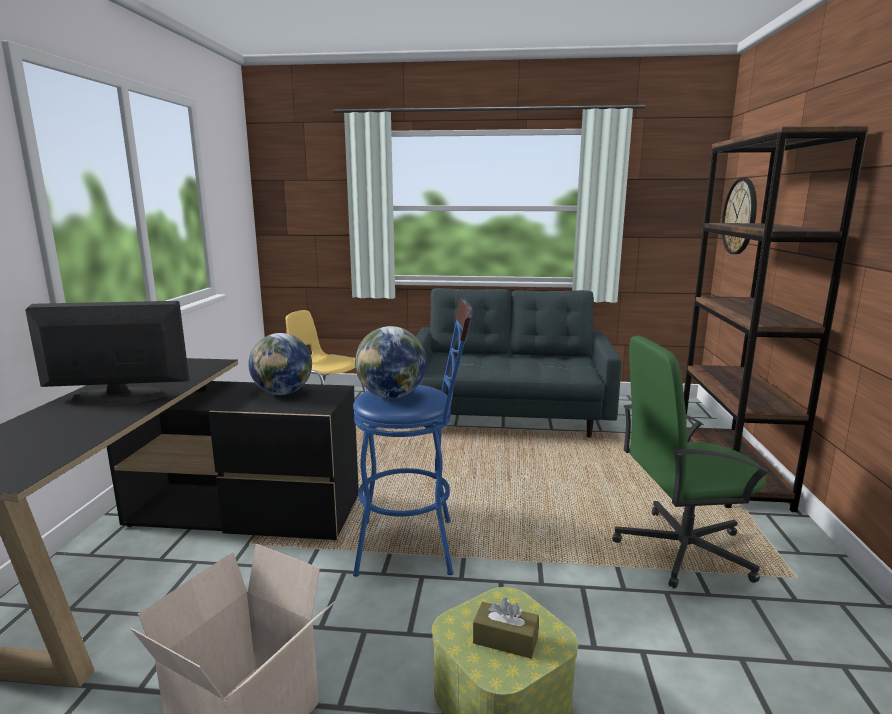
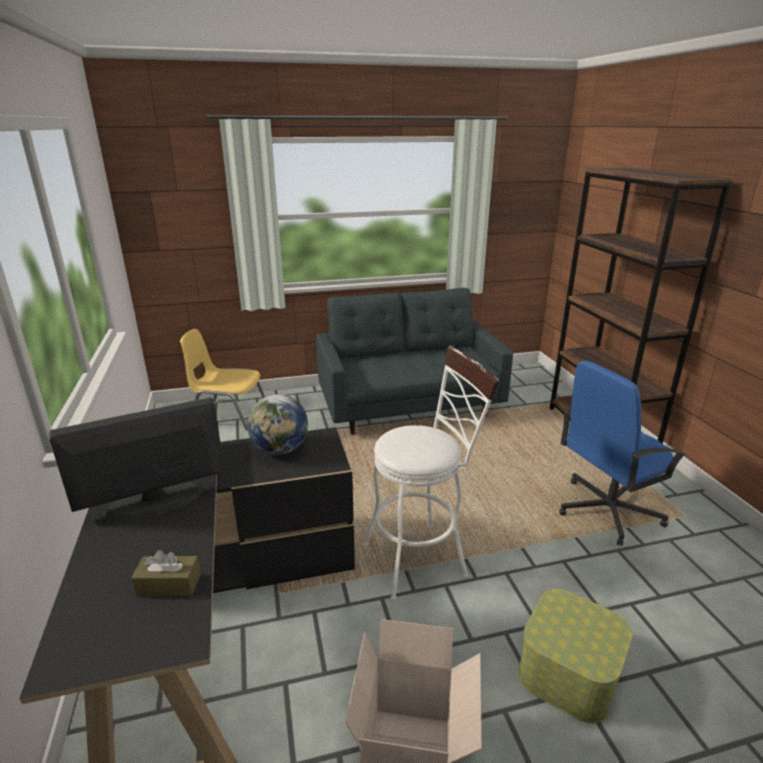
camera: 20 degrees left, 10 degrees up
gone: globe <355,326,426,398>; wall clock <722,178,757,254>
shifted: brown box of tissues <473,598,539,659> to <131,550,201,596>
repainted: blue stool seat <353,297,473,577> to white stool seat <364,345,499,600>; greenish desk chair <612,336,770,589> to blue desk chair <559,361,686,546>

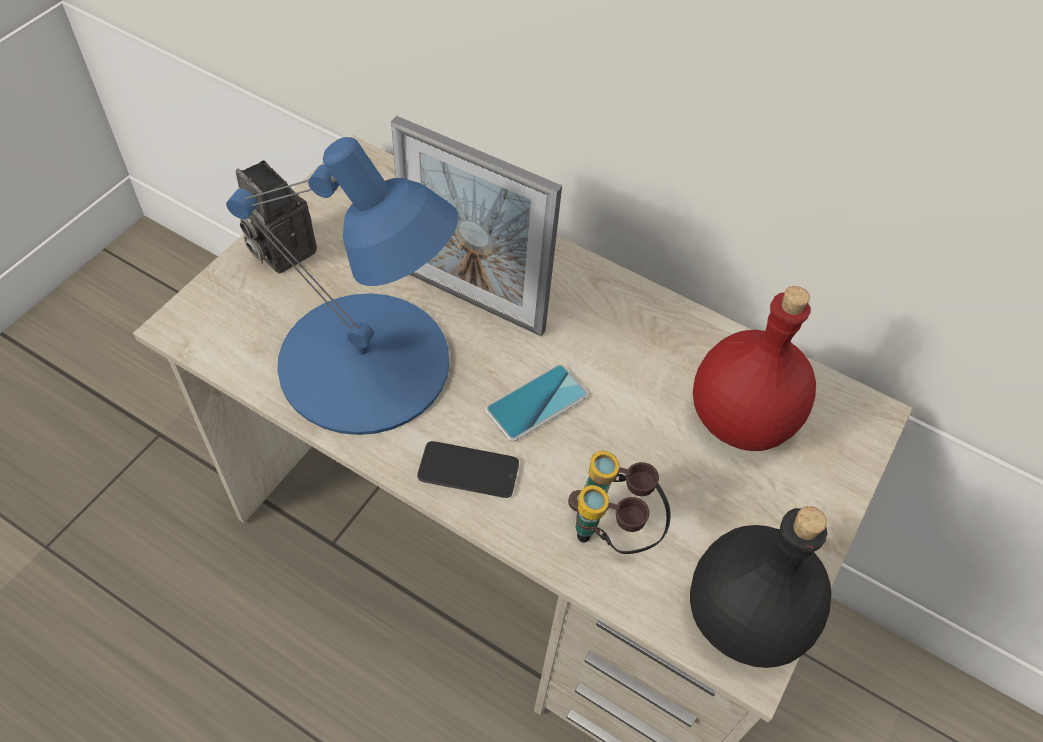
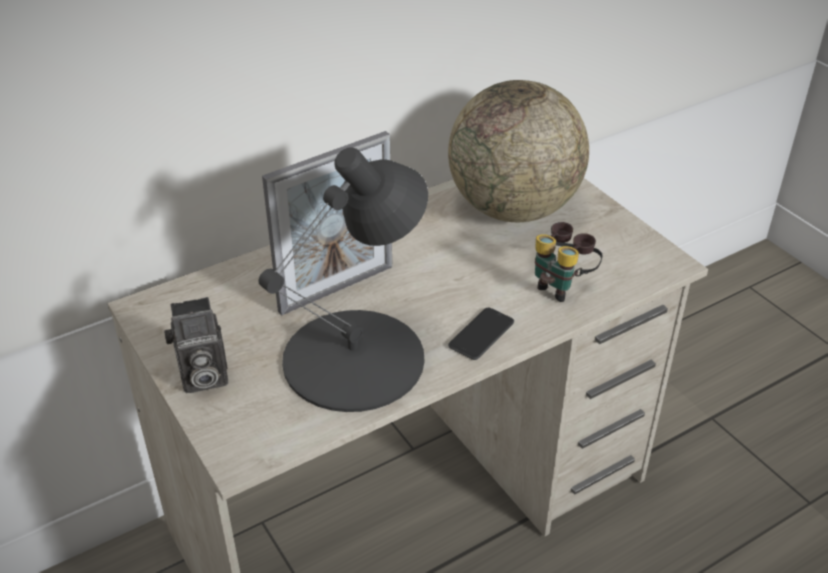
camera: 60 degrees left, 15 degrees down
gone: telephone <485,364,588,442>; black beverage bottle <690,506,831,668>
swapped: red-coloured beverage bottle <693,286,816,451> to globe <448,80,589,222>
repainted: blue tabletop lamp <226,137,458,435> to black tabletop lamp <258,147,428,412>

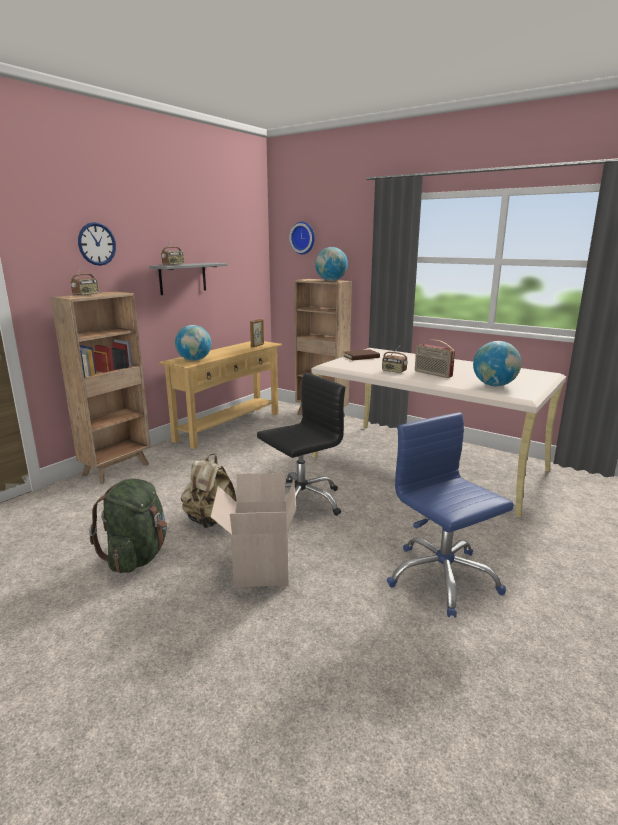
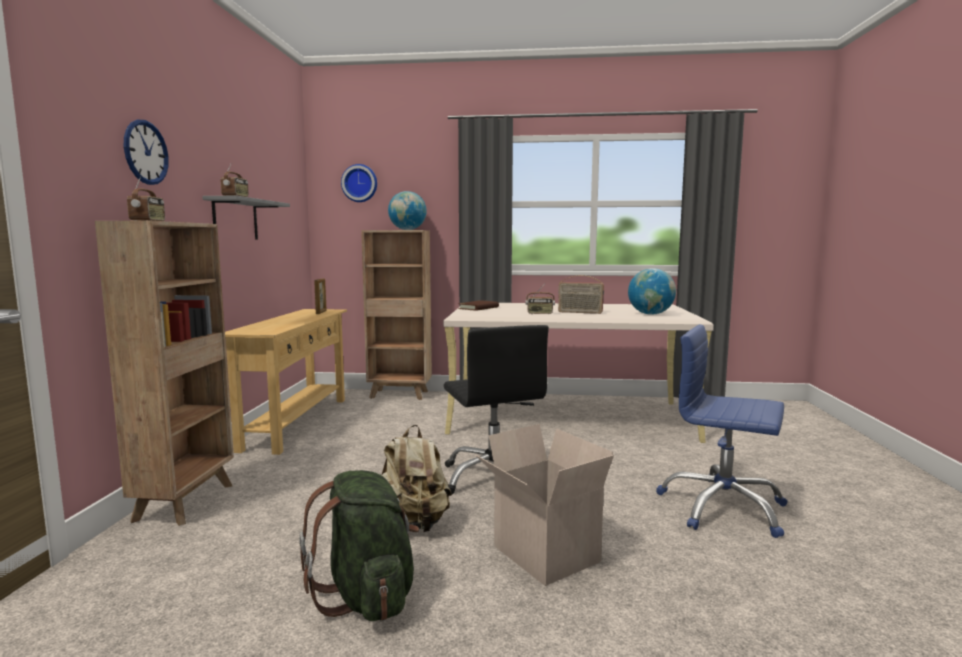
camera: 30 degrees left, 10 degrees down
gone: globe <175,325,211,361>
rotated: black desk chair <257,373,345,516> = <444,325,549,494> 135 degrees clockwise

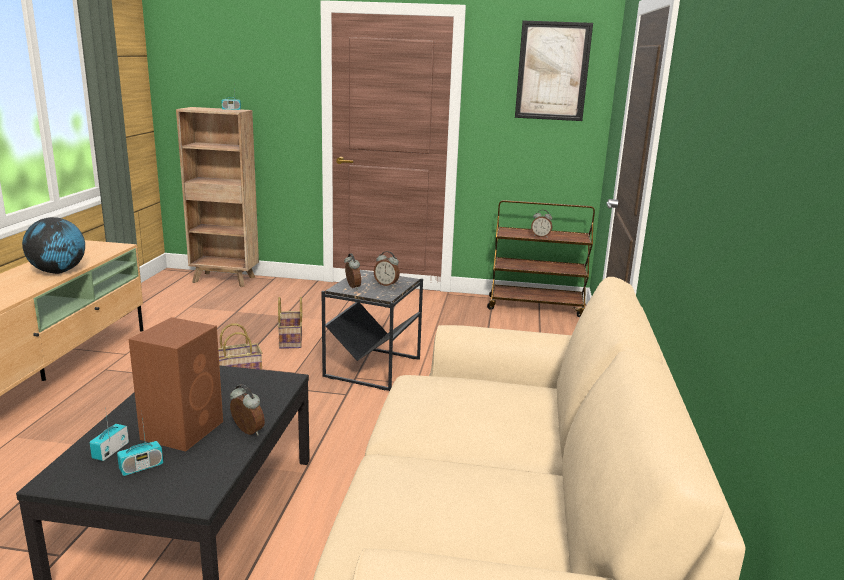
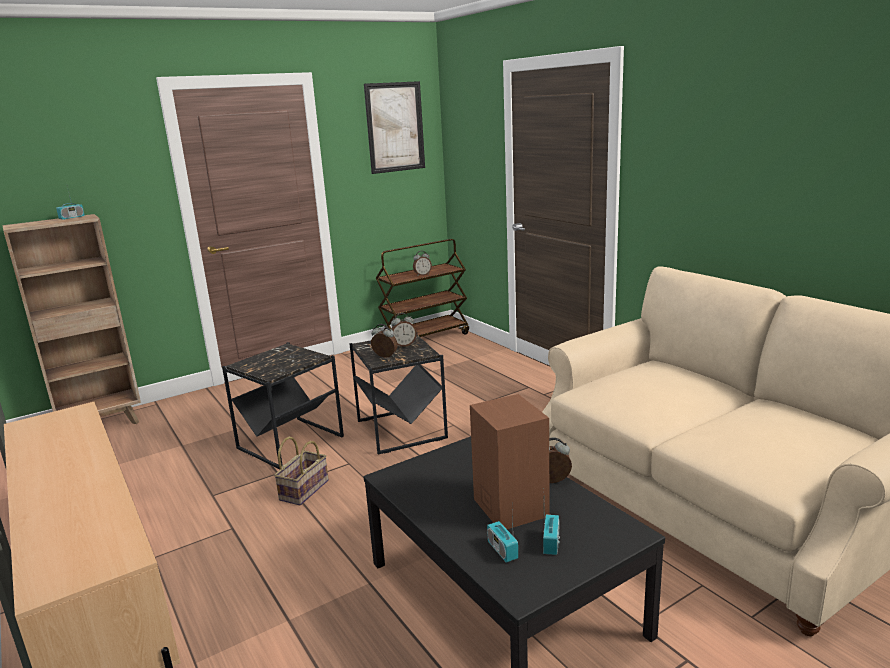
camera: 40 degrees left, 0 degrees up
gone: globe <22,217,85,274>
swapped: basket <278,297,303,349> to black side table <222,342,344,469>

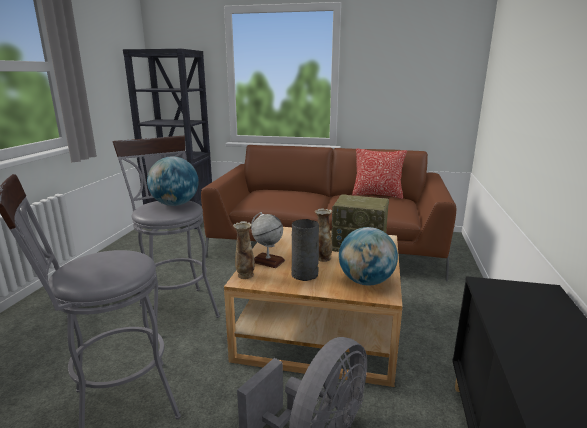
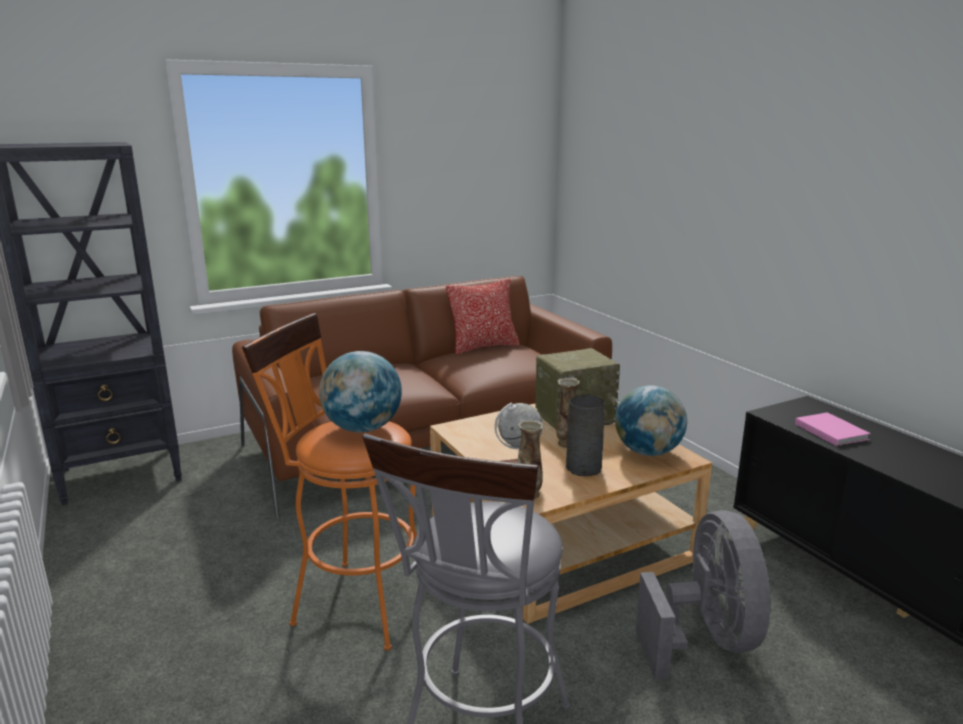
camera: 40 degrees left, 0 degrees up
new: pink-coloured volume <795,412,871,446>
repainted: greyish stool seat <113,136,220,320> to orange-coloured stool seat <242,313,417,651>

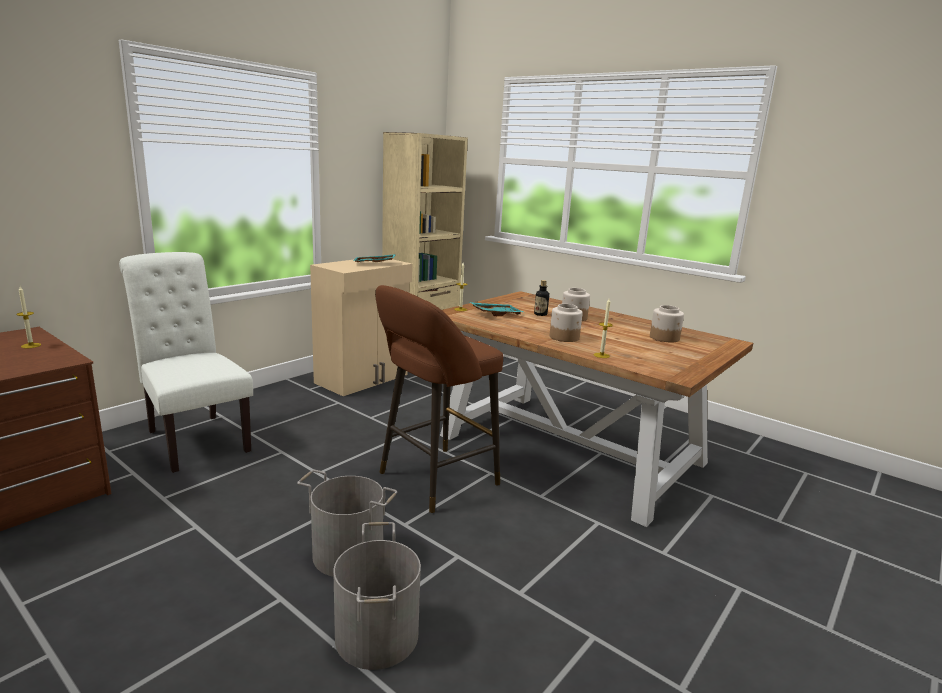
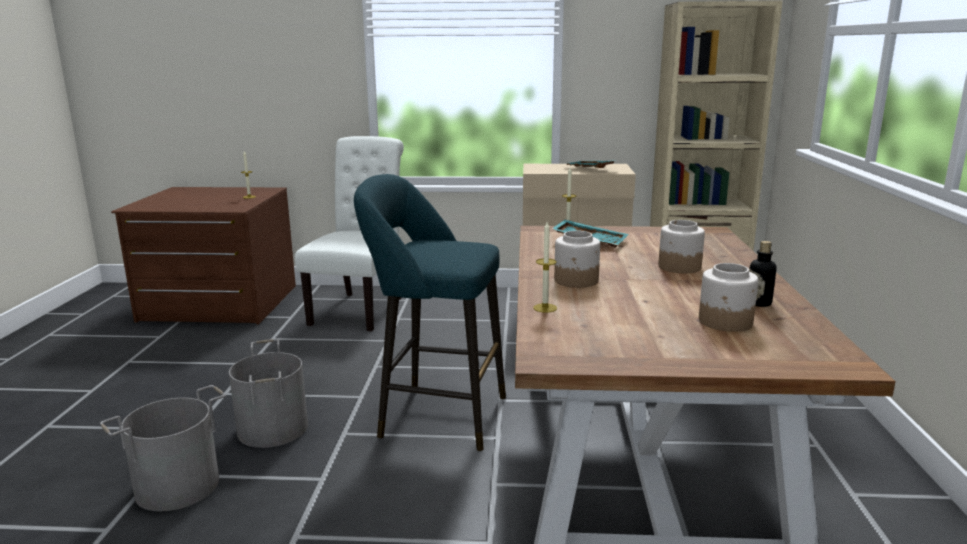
camera: 55 degrees right, 0 degrees up
shifted: beverage bottle <534,280,549,316> to <749,241,777,307>
repainted: brown stool seat <375,285,503,513> to blue-green stool seat <354,174,506,451>

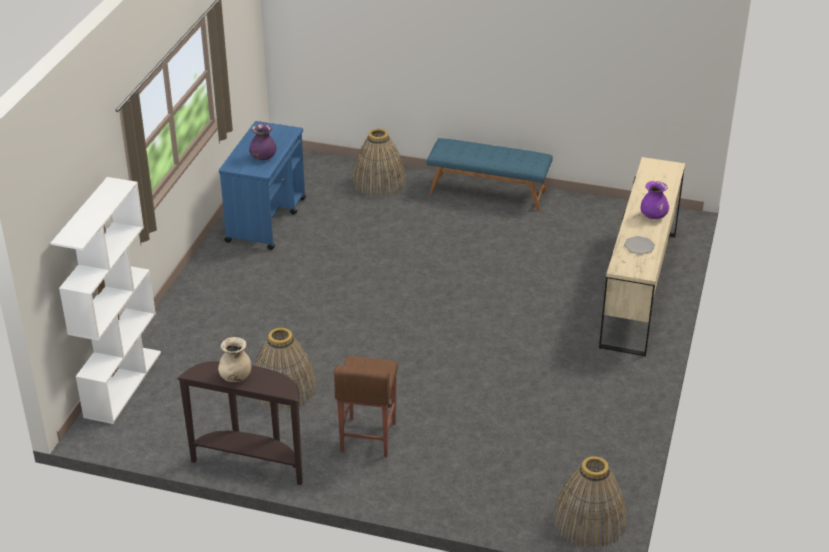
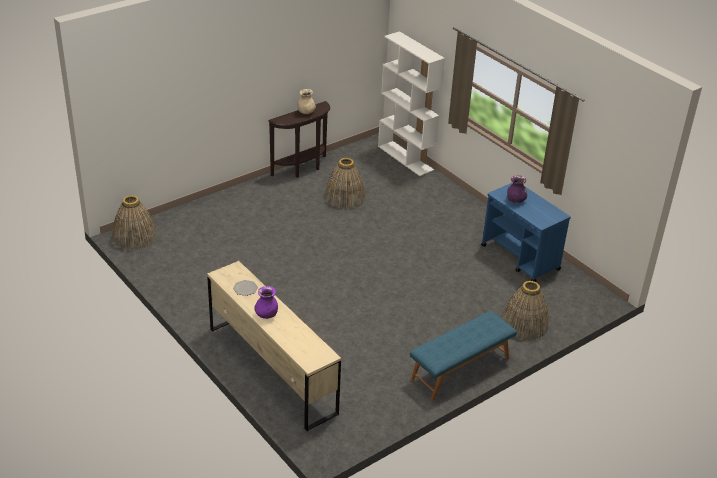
camera: 125 degrees right, 0 degrees up
gone: brown stool seat <334,356,398,458>

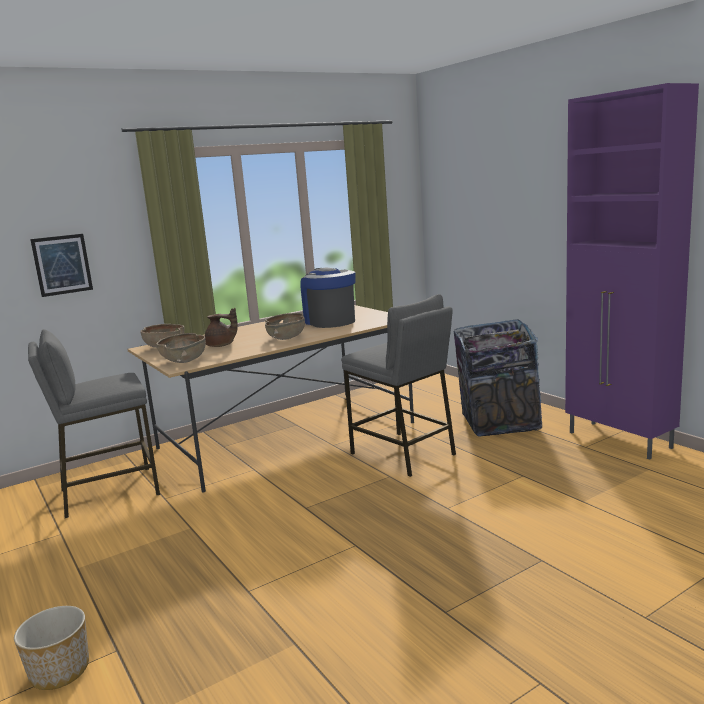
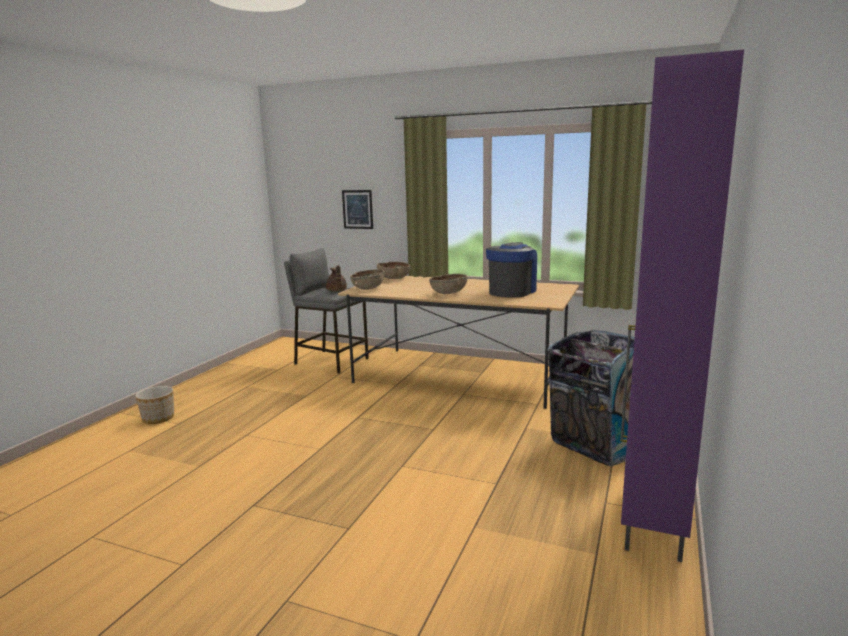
camera: 55 degrees right, 0 degrees up
gone: greyish stool seat <341,294,456,477>
shifted: brown pot for tea <205,308,238,347> to <326,265,347,292>

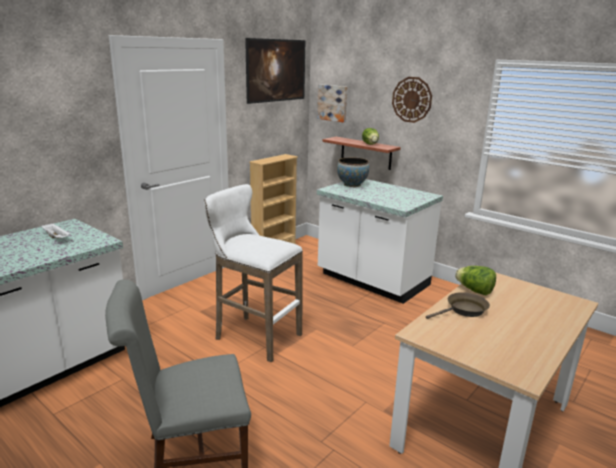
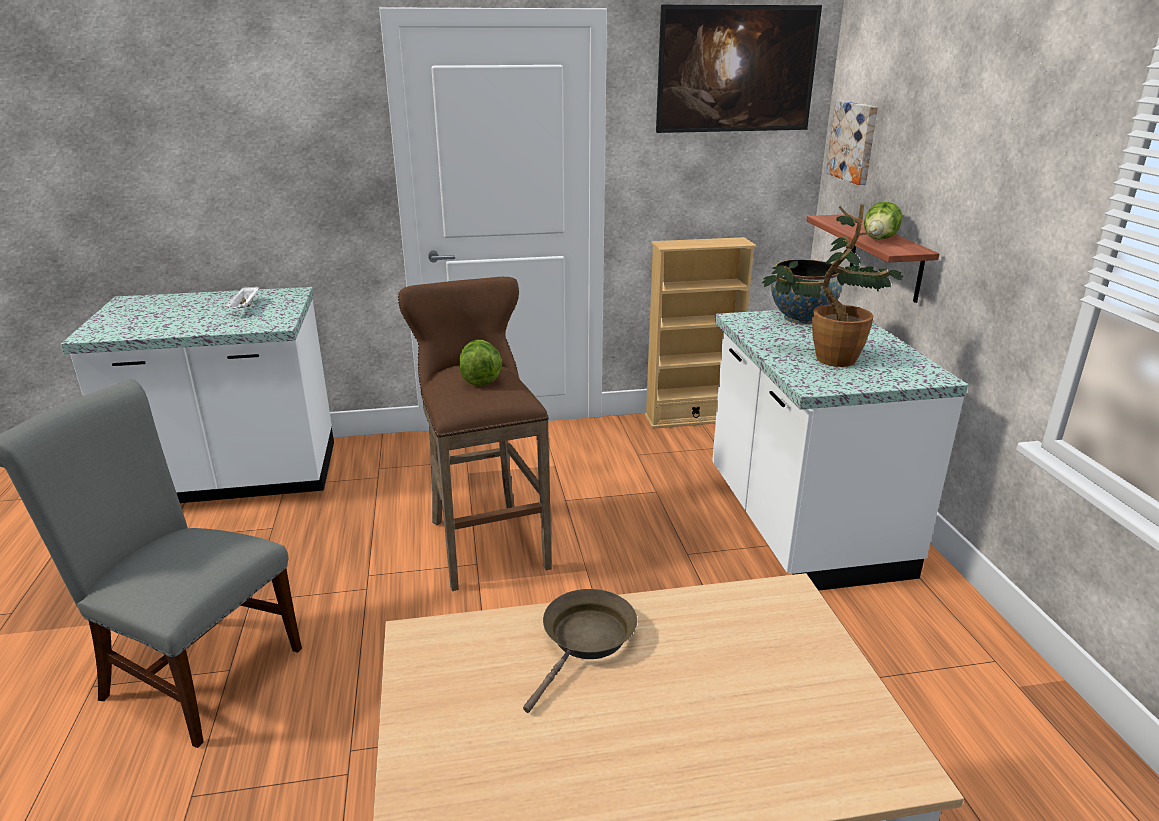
camera: 40 degrees right, 5 degrees up
gone: wall clock <392,77,432,123>
new: potted plant <762,204,903,367>
shifted: head of lettuce <455,266,496,296> to <459,340,502,386>
repainted: white stool seat <204,184,303,362> to brown stool seat <398,277,552,591>
rotated: brown frying pan <426,292,490,319> = <523,589,637,713> 75 degrees counterclockwise

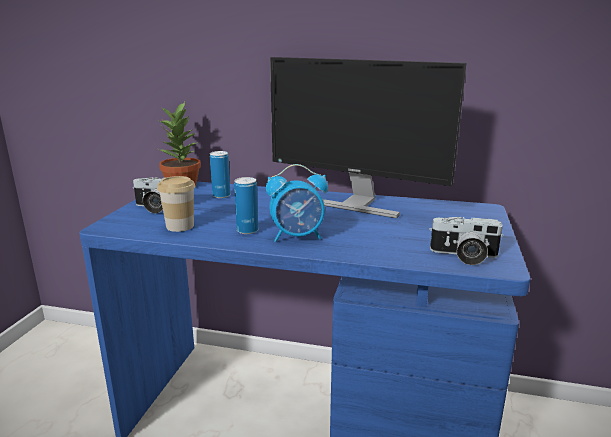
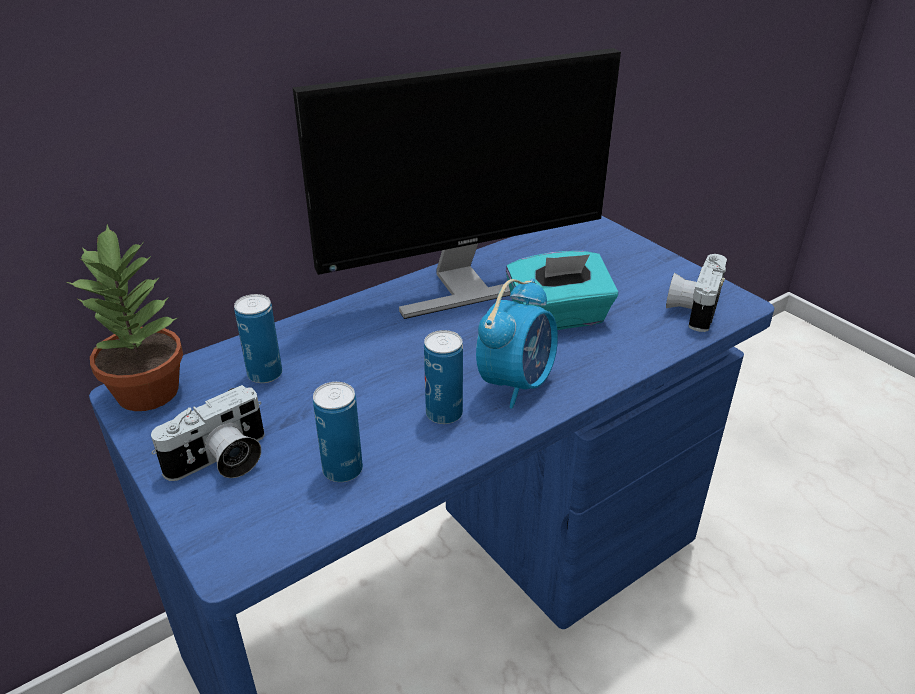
camera: 50 degrees left, 15 degrees up
new: blue-green box of tissues <506,251,618,330>
swapped: drinking cup <157,176,195,232> to can <313,382,363,482>
rotated: photo camera <429,217,504,265> = <666,254,727,332> 150 degrees clockwise

